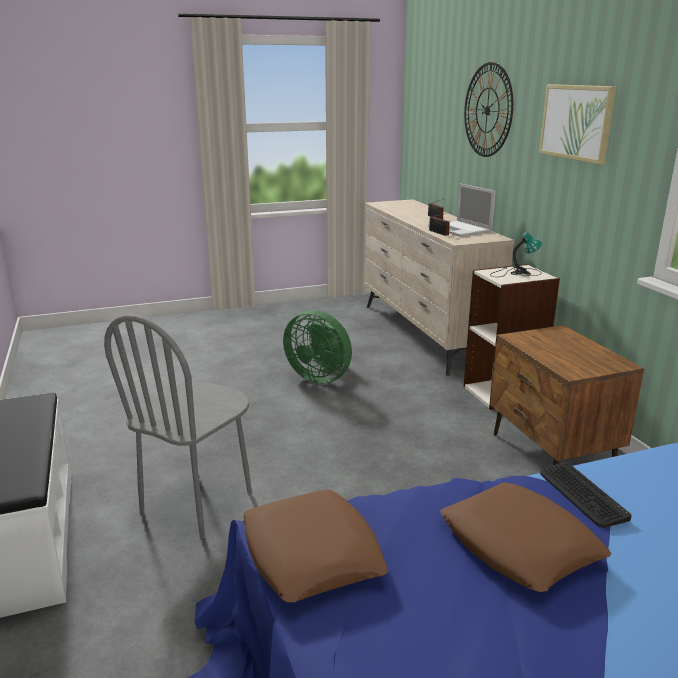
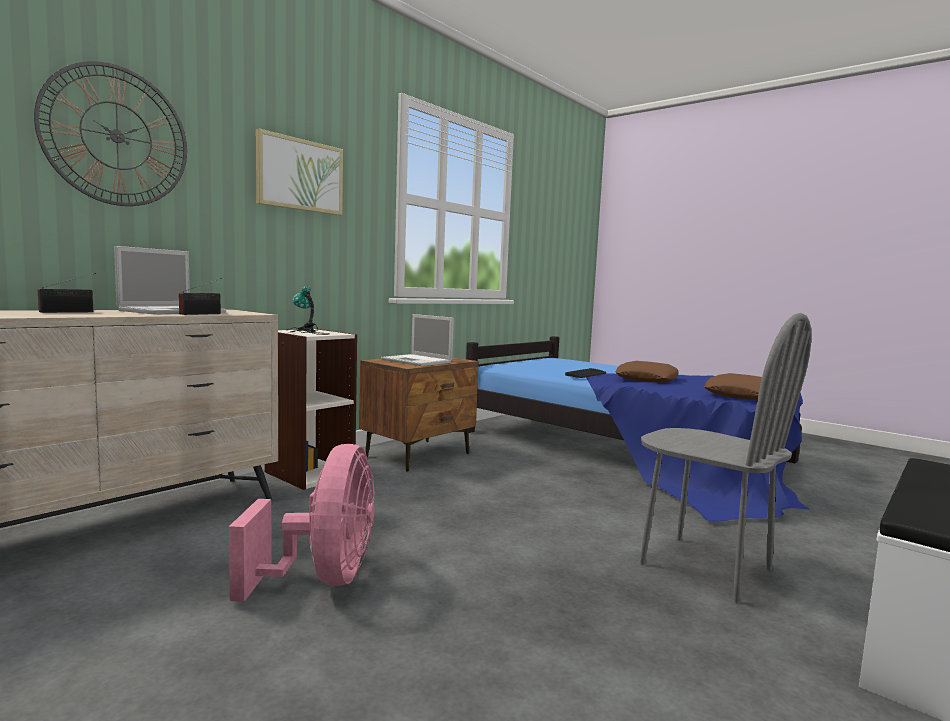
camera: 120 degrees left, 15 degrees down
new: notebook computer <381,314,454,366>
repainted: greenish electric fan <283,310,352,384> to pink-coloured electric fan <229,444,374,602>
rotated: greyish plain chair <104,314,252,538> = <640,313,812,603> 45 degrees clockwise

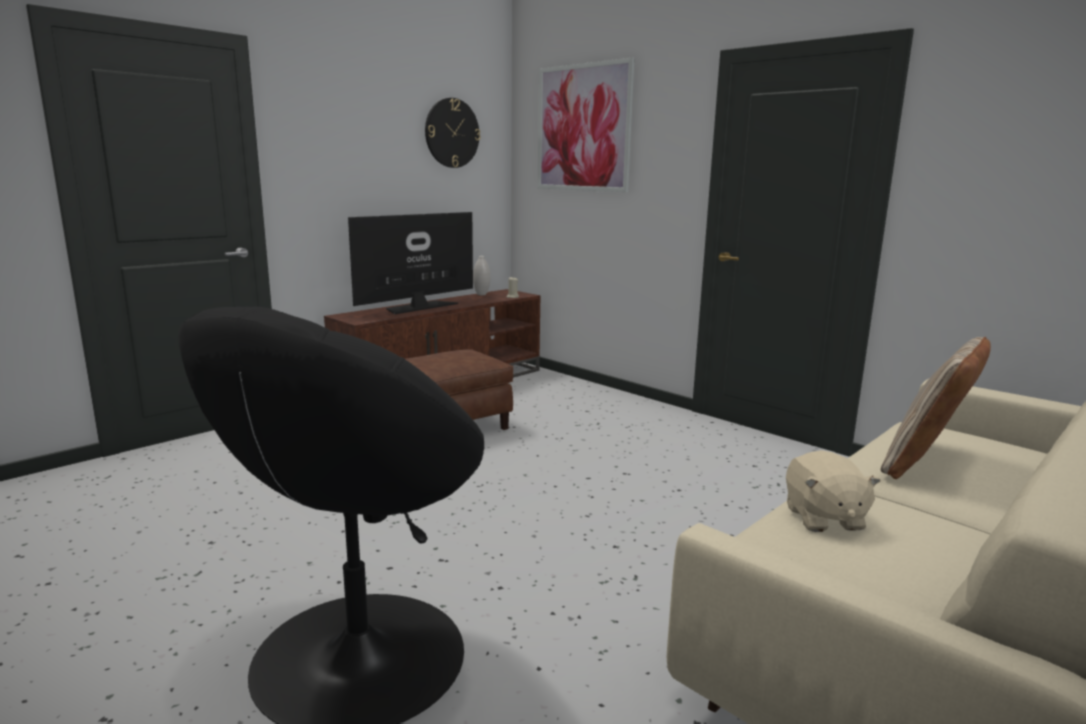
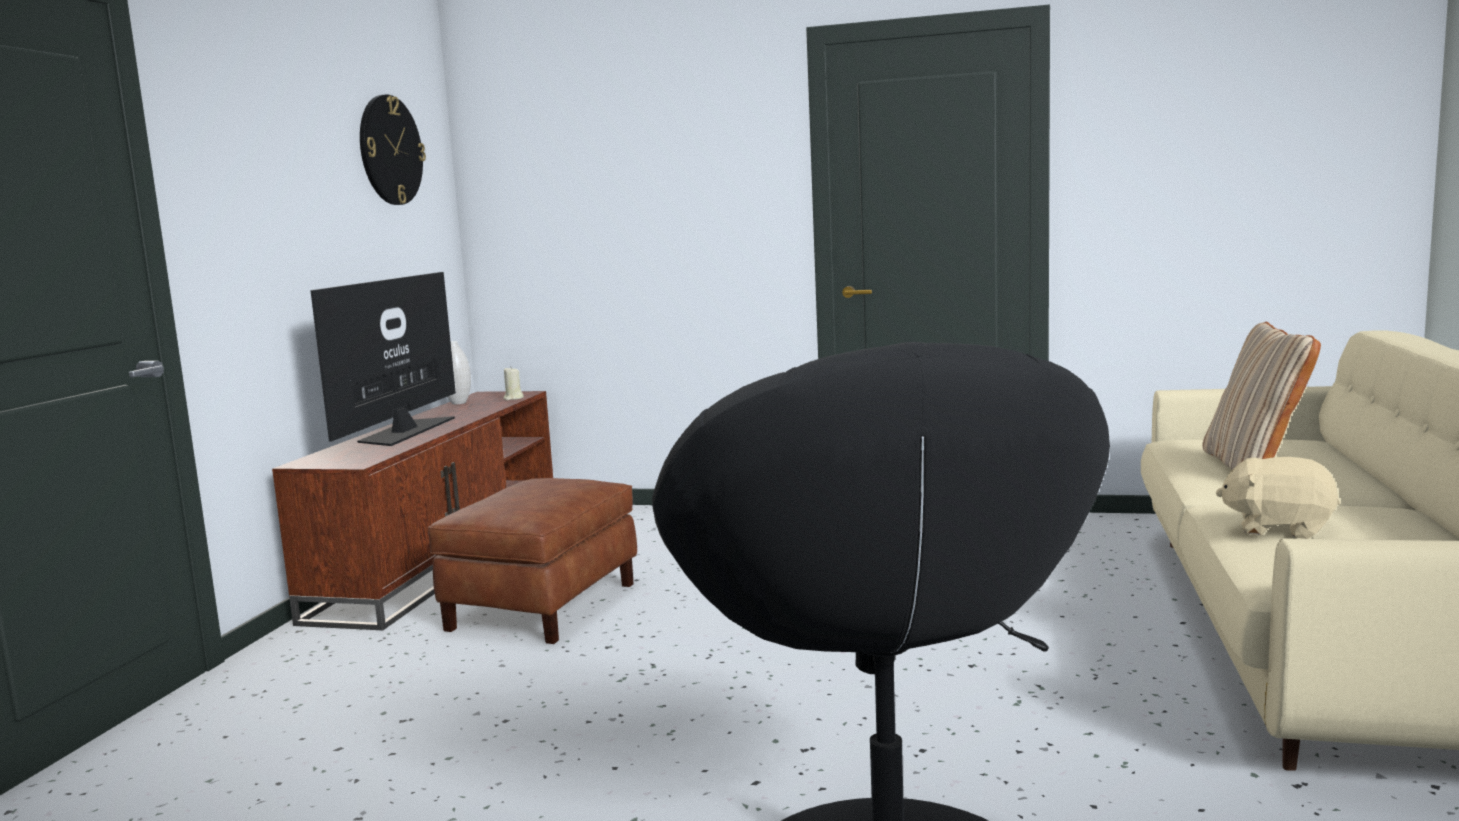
camera: 30 degrees left, 5 degrees down
gone: picture <538,57,635,192>
rotated: beige-coloured cuddly toy <786,450,881,532> = <1216,457,1340,539> 150 degrees clockwise

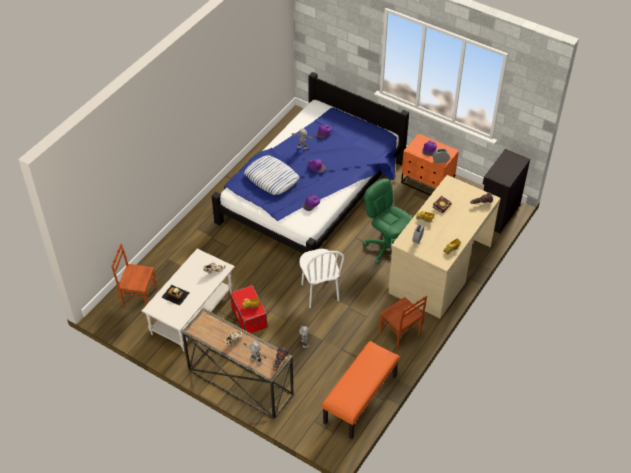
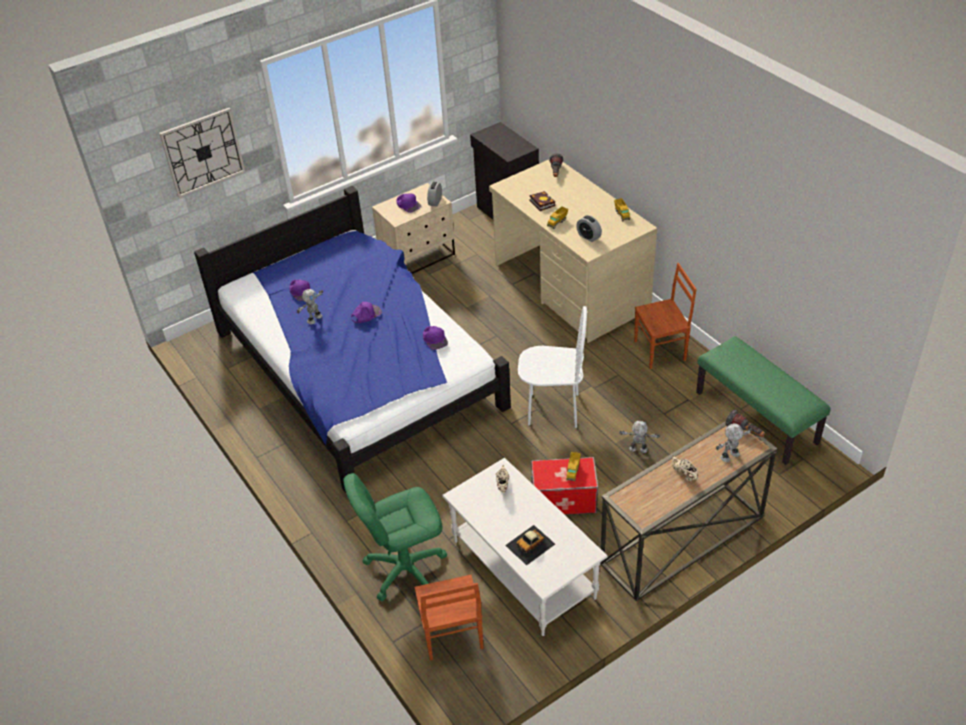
camera: 65 degrees left, 5 degrees down
gone: pillow <244,155,299,195>
new: wall clock <159,108,245,198>
shifted: greenish desk chair <362,178,413,264> to <343,473,447,601>
repainted: orange-coloured nightstand <401,133,459,195> to beige-coloured nightstand <372,183,455,274>; orange-coloured bench <322,341,400,439> to greenish bench <696,336,830,465>
rotated: brown plain chair <111,243,157,307> = <414,575,483,661> 45 degrees counterclockwise

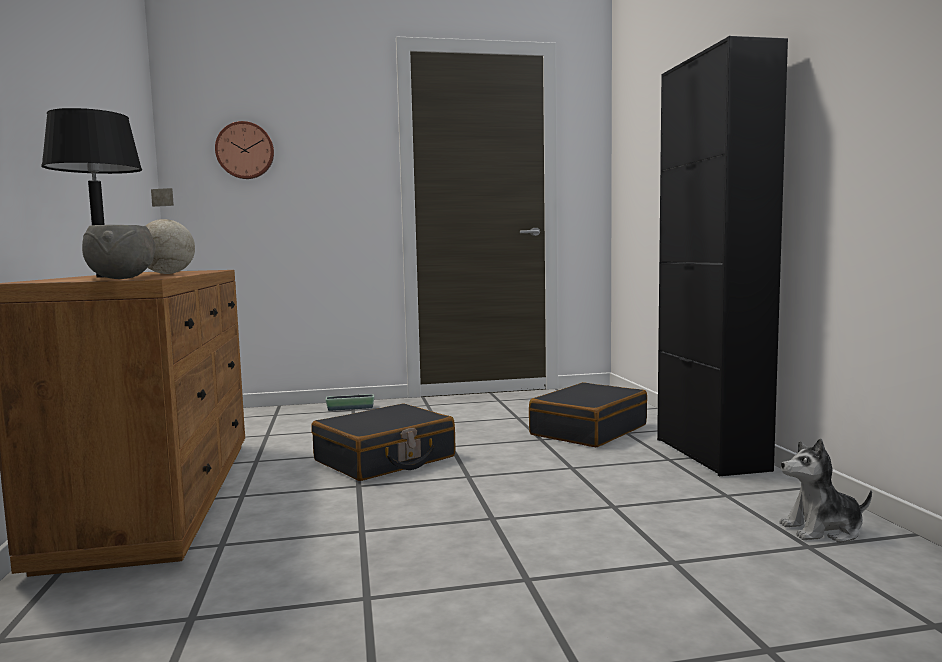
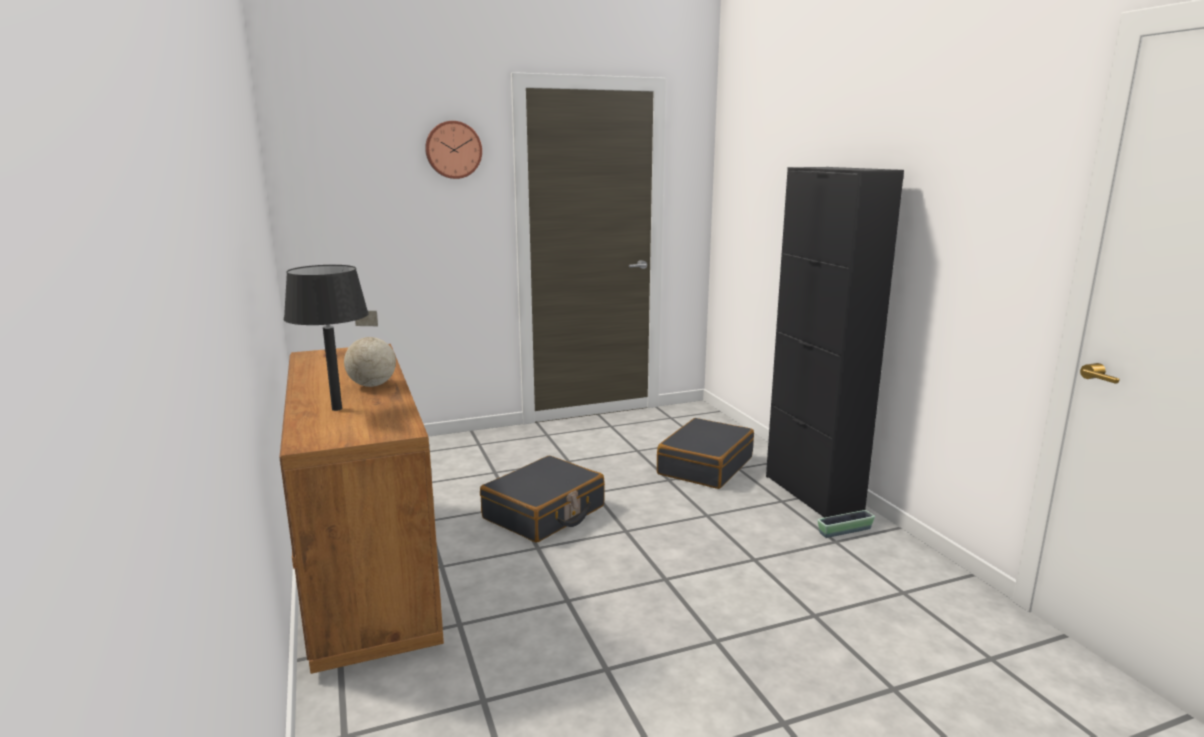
camera: 10 degrees left, 10 degrees up
gone: greyish serving bowl <82,225,156,279>; cuddly toy <780,438,872,543>
shifted: wall clock <215,121,274,179> to <425,121,482,179>; flower pot <326,394,374,411> to <818,510,875,538>

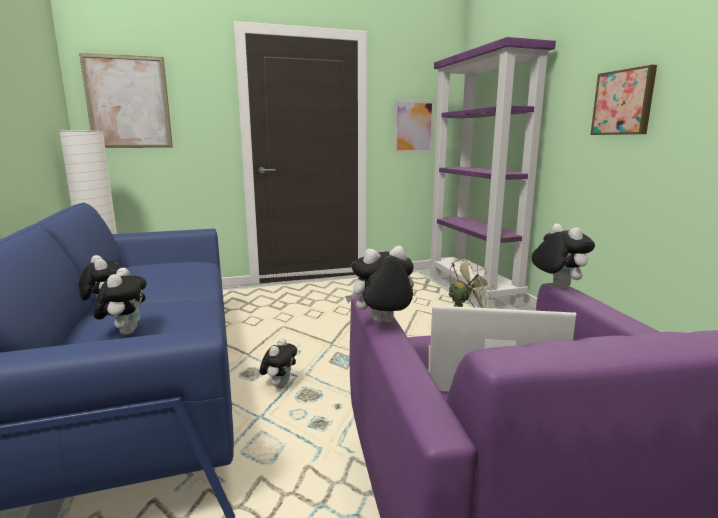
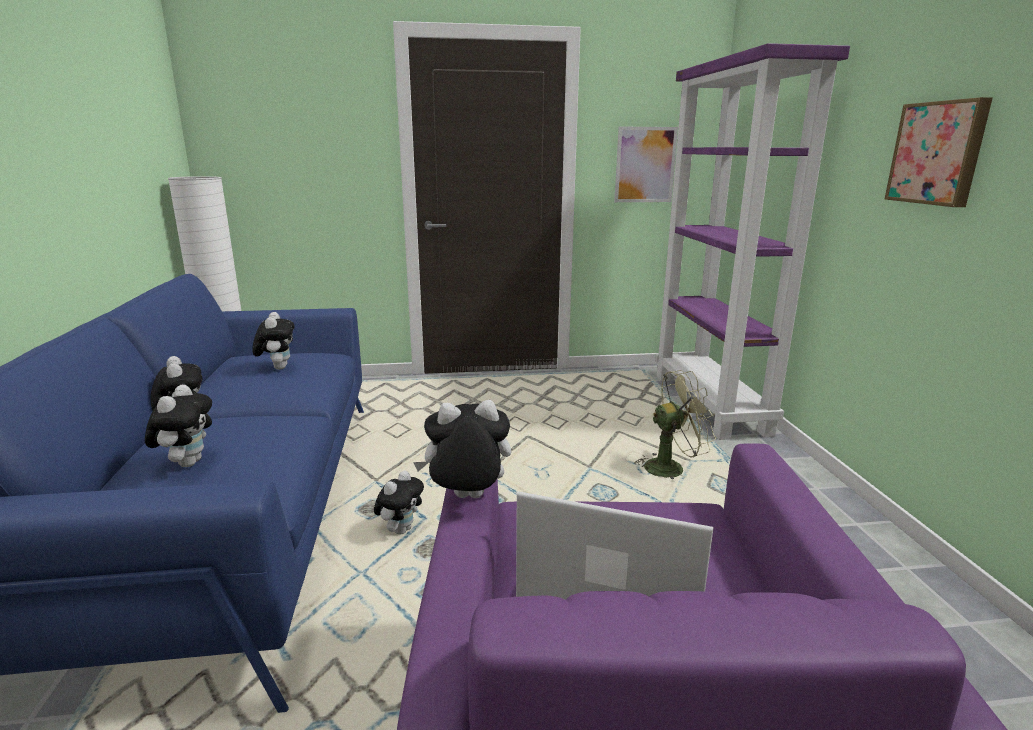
camera: 10 degrees right, 5 degrees up
gone: picture <79,53,173,148>
shifted: cuddly toy <532,224,595,288> to <252,312,294,370>

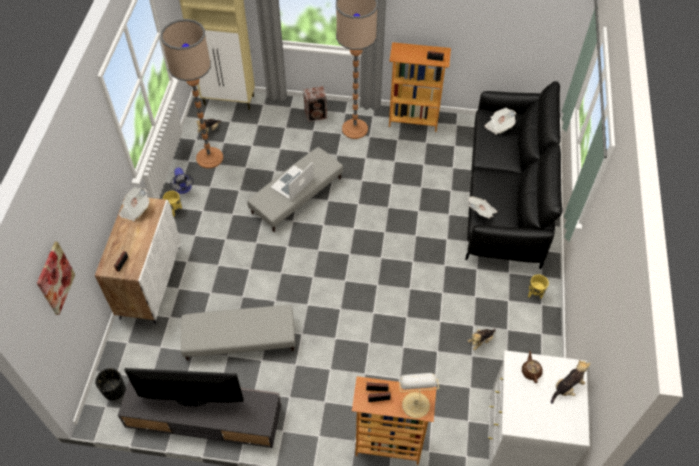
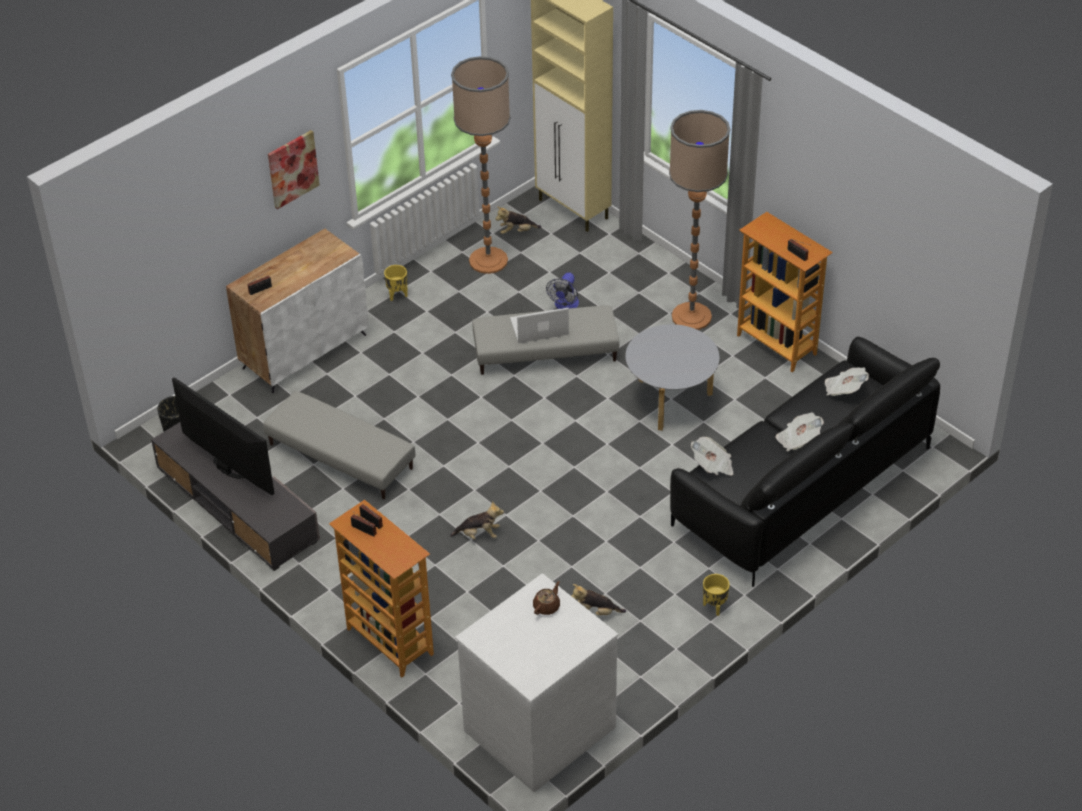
camera: 40 degrees right, 10 degrees down
gone: loudspeaker <303,86,327,122>; tabletop lamp <399,373,439,418>
new: greyish lounge table <625,324,719,431>
shifted: picture <37,242,75,315> to <268,130,320,209>; cuddly toy <551,360,590,404> to <450,501,504,540>; electric fan <170,167,194,194> to <546,272,579,309>; printed paper <119,187,149,221> to <775,412,824,451>

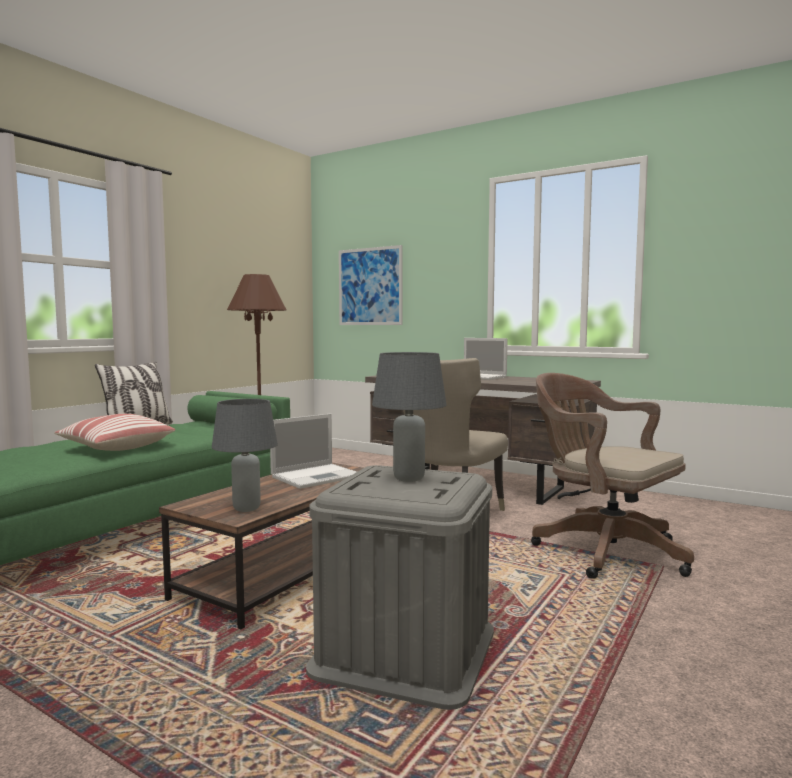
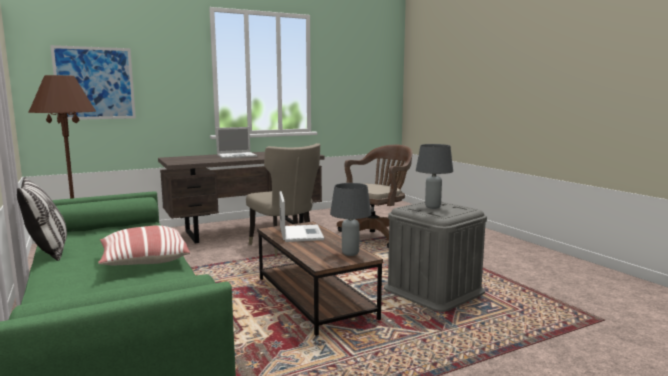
camera: 60 degrees left, 5 degrees up
rotated: brown desk chair <531,373,694,579> = <337,145,412,248> 150 degrees clockwise

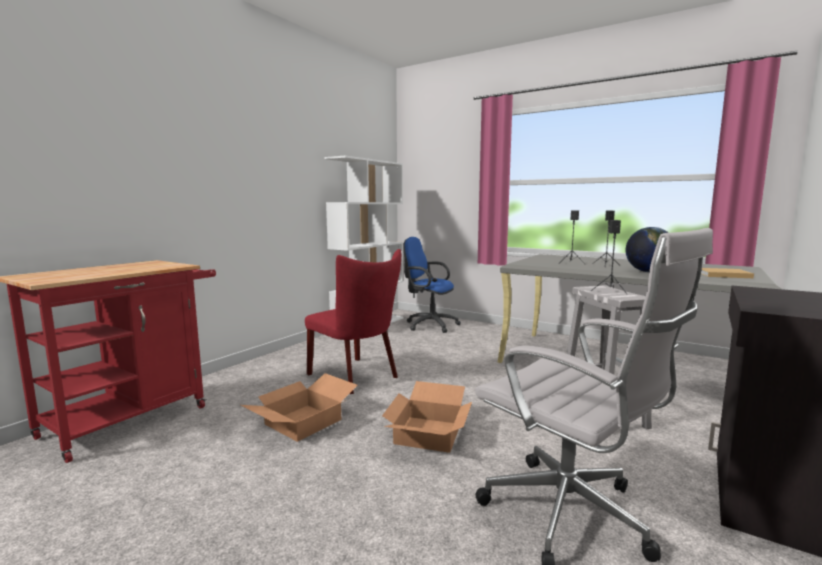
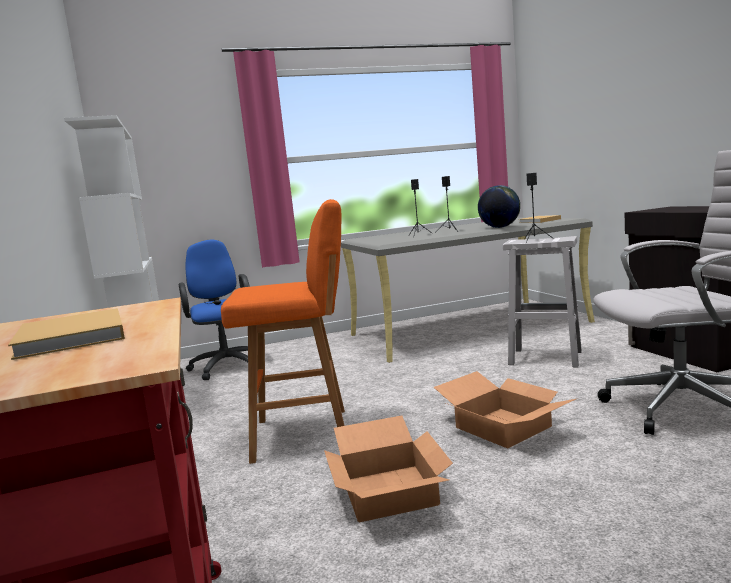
camera: 50 degrees left, 0 degrees up
new: beige-coloured volume <8,308,125,360>
swapped: red-coloured plain chair <305,249,401,394> to orange-coloured stool seat <221,199,345,464>
rotated: blue desk chair <404,237,461,333> = <179,239,250,380> 90 degrees clockwise

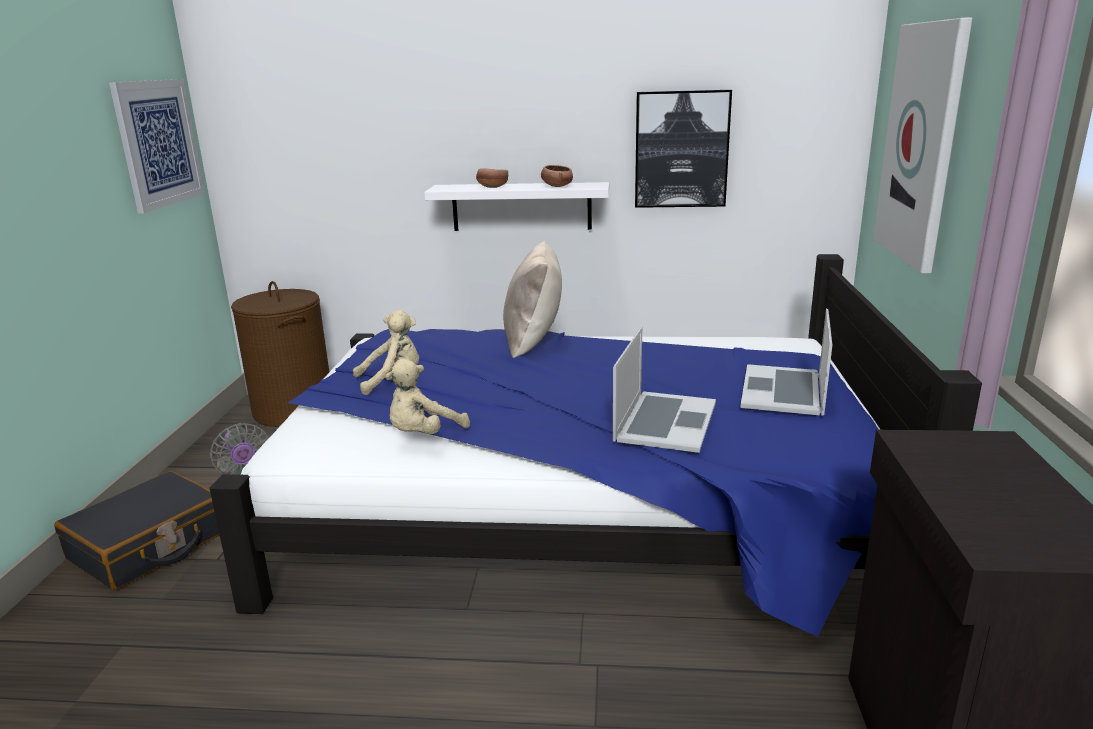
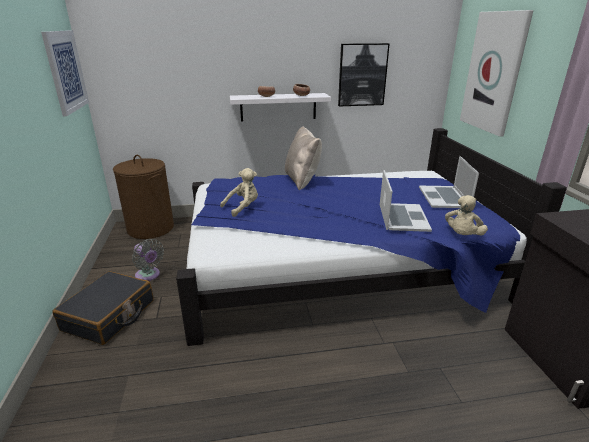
camera: 15 degrees left, 5 degrees up
shifted: beige-coloured cuddly toy <385,358,470,434> to <445,195,488,235>

